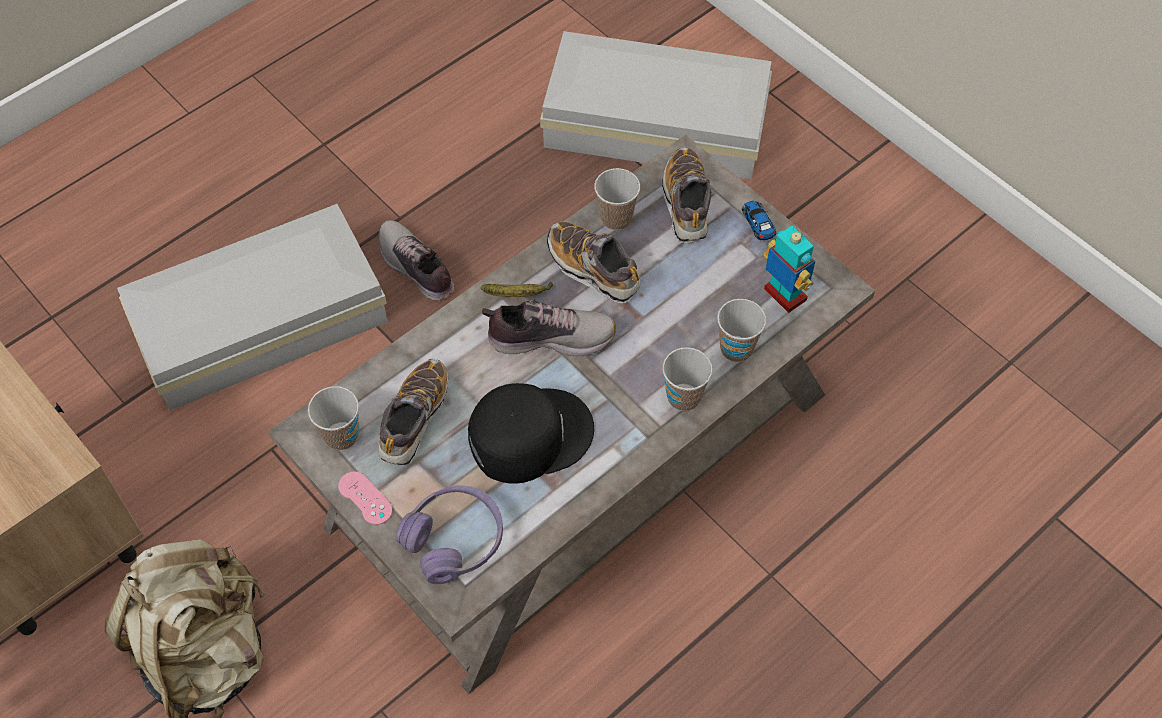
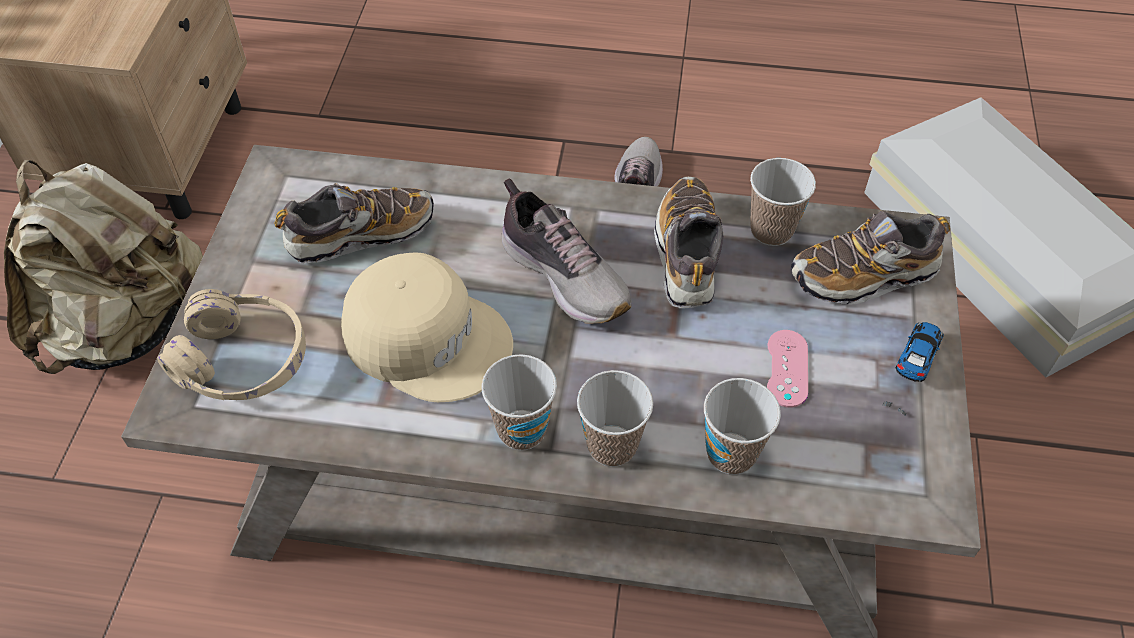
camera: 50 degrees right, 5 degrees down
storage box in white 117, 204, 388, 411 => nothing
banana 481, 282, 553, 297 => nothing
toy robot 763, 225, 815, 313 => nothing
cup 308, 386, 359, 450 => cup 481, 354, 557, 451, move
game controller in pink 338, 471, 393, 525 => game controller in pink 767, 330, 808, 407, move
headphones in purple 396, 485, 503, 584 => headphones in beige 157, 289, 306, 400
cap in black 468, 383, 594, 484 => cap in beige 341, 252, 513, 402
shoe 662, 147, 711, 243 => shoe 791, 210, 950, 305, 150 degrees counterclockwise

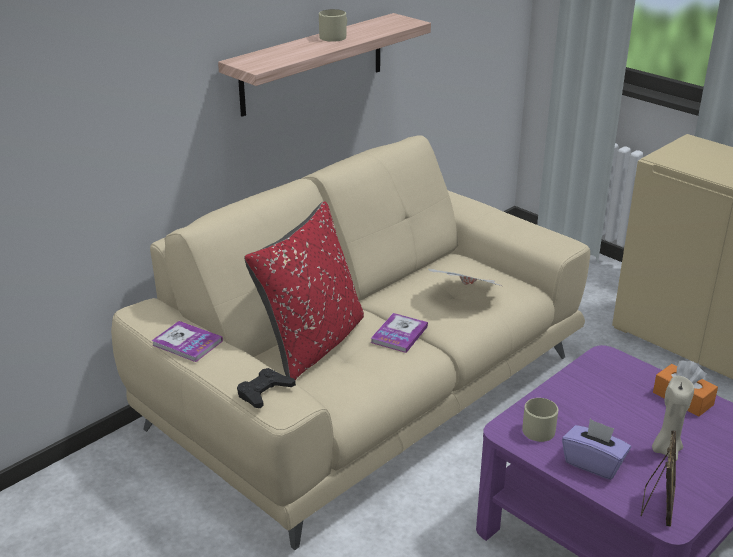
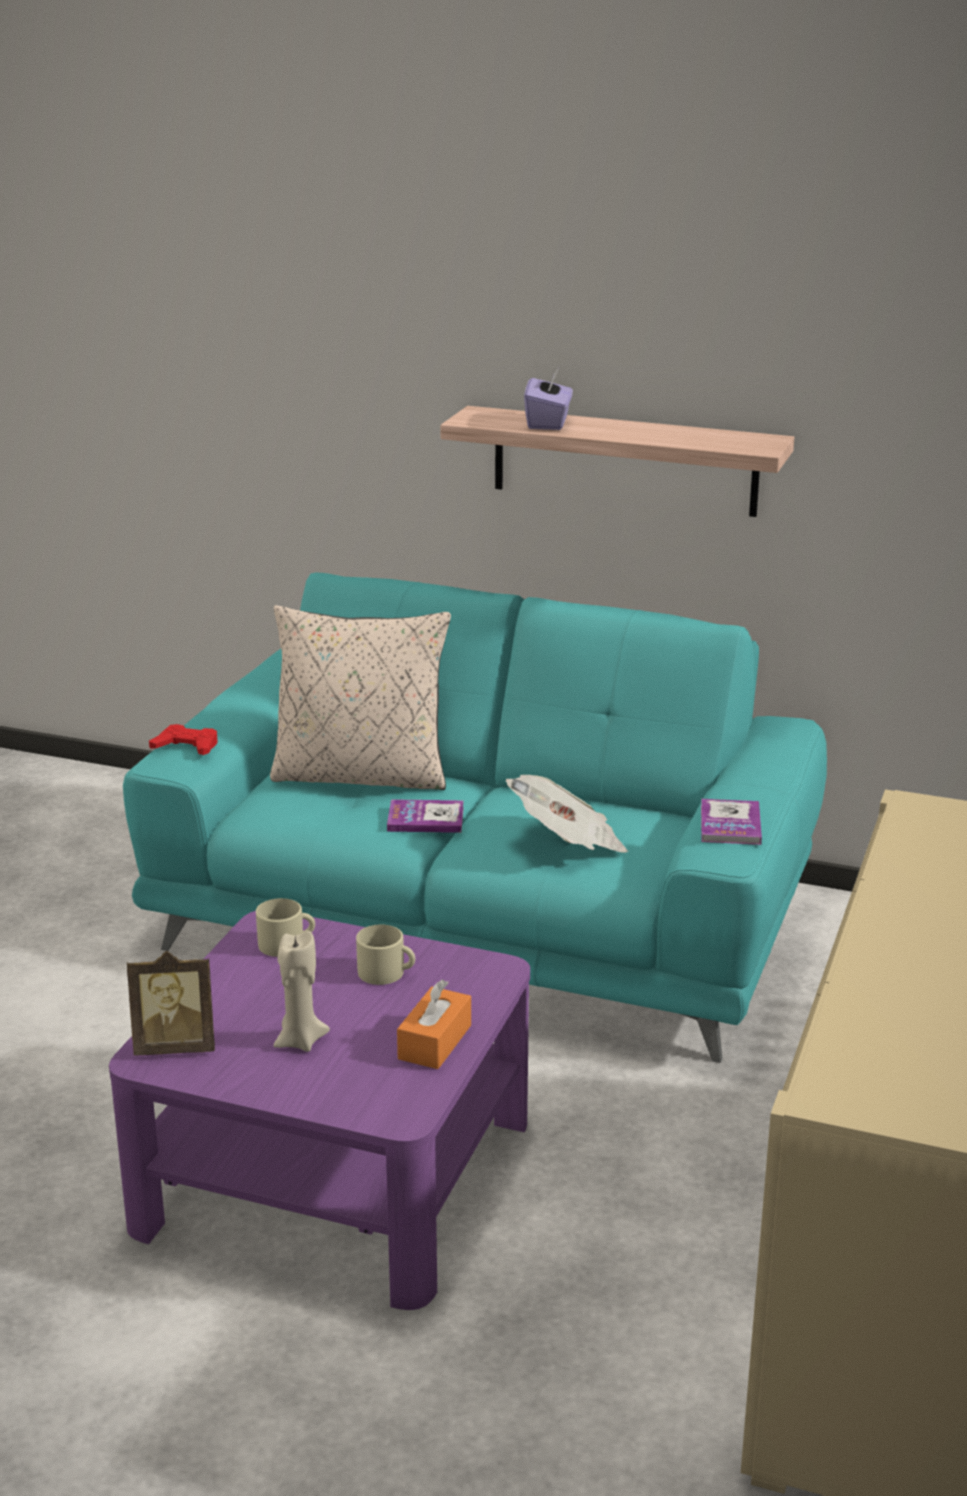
camera: 65 degrees right, 5 degrees down
book 151, 321, 223, 362 => book 701, 799, 762, 845, move
mug in beige 319, 9, 347, 42 => mug in beige 356, 924, 415, 985, move
tissue box in purple 562, 419, 631, 480 => tissue box in purple 524, 368, 573, 430, move
sofa in beige 111, 135, 590, 550 => sofa in turquoise 123, 572, 827, 1063
game controller in black 237, 368, 296, 408 => game controller in red 149, 724, 218, 755
pillow in red 244, 201, 364, 380 => pillow in beige 270, 605, 451, 790

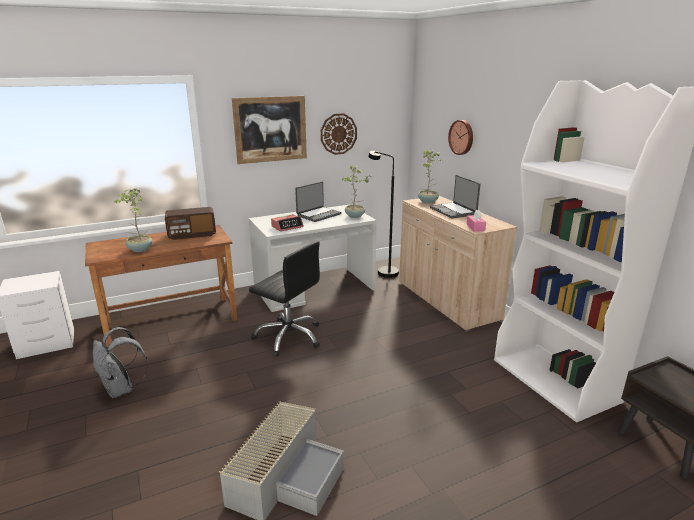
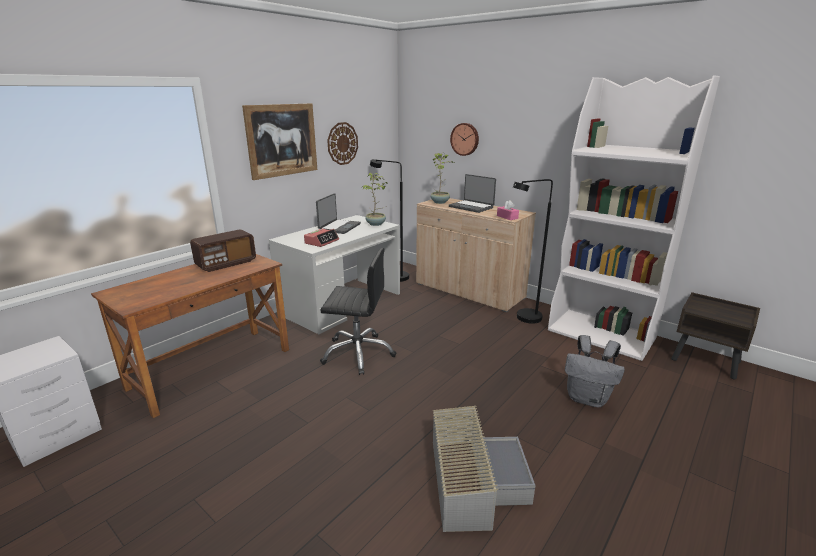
camera: 25 degrees left, 0 degrees up
potted plant 114, 188, 152, 252 => nothing
nothing => floor lamp in black 513, 179, 553, 324
backpack in grey 93, 327, 148, 398 => backpack in grey 565, 335, 625, 407, move

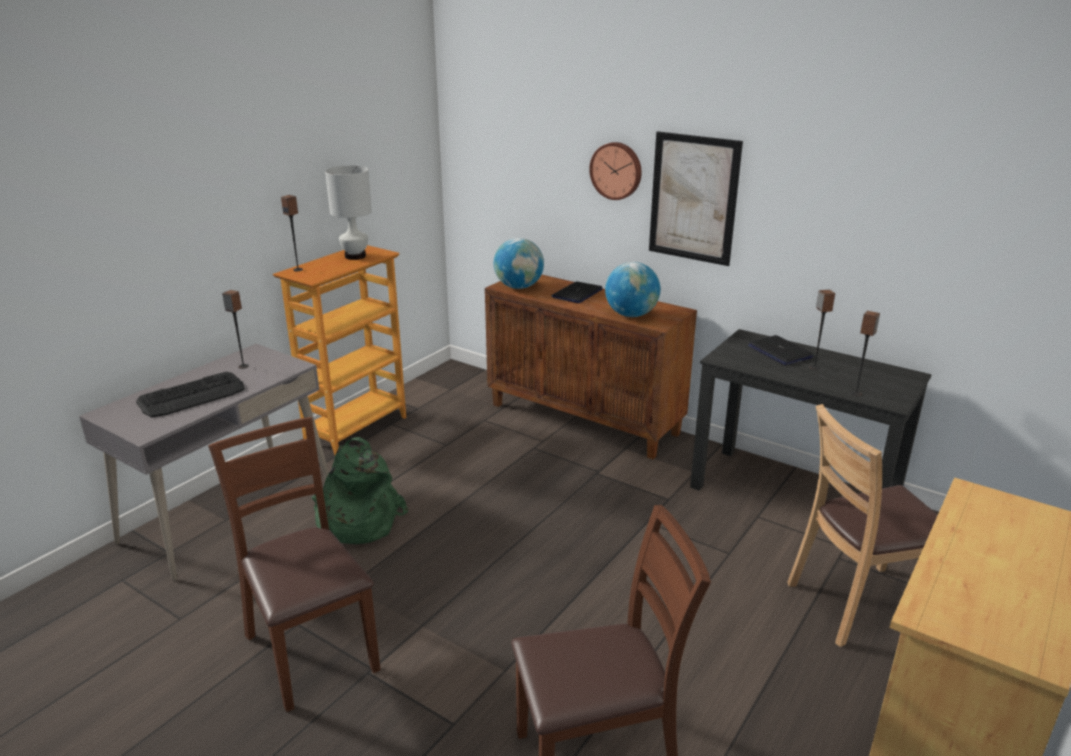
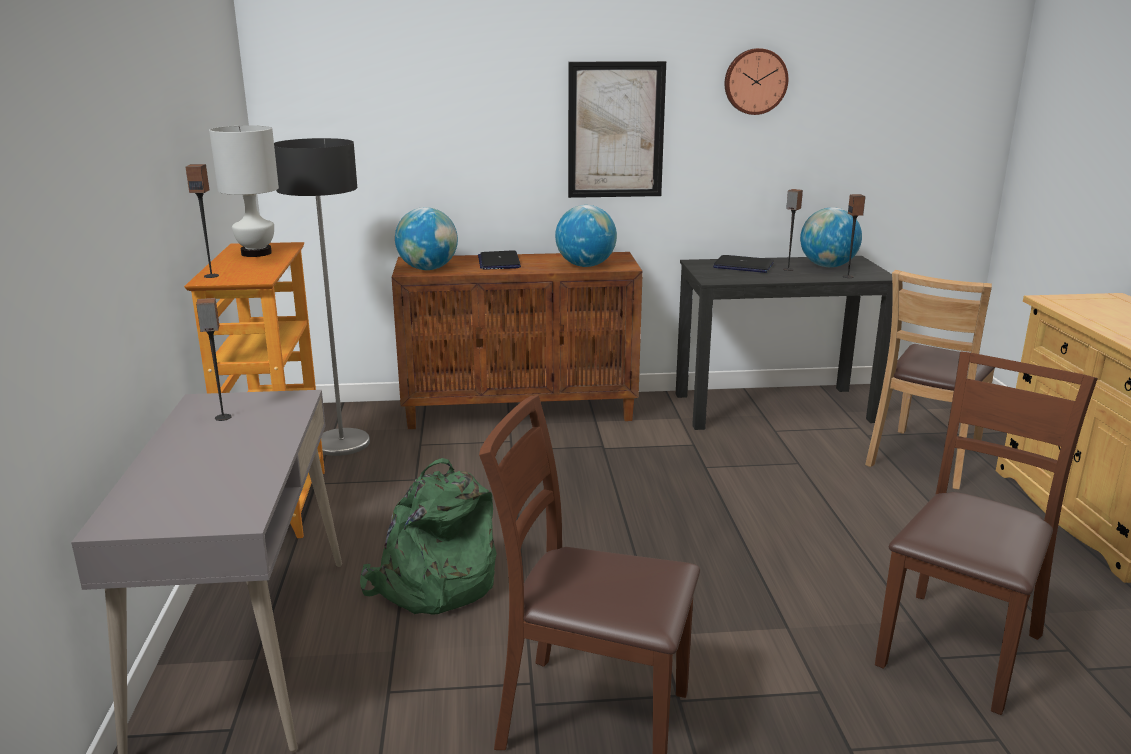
camera: 40 degrees left, 5 degrees down
keyboard 136, 372, 245, 418 => nothing
nothing => floor lamp 274, 138, 370, 456
nothing => globe 800, 207, 862, 267
wall clock 589, 142, 642, 200 => wall clock 725, 48, 788, 115, move

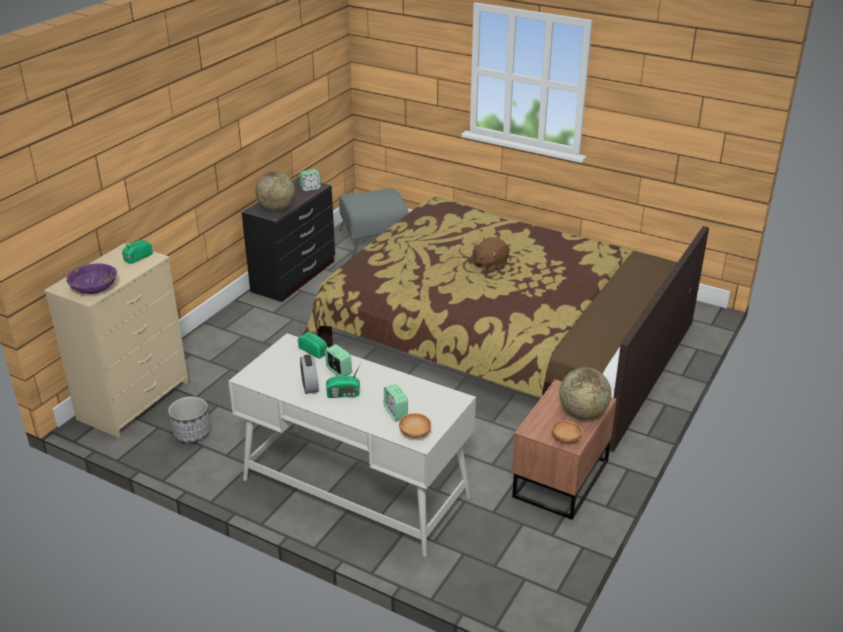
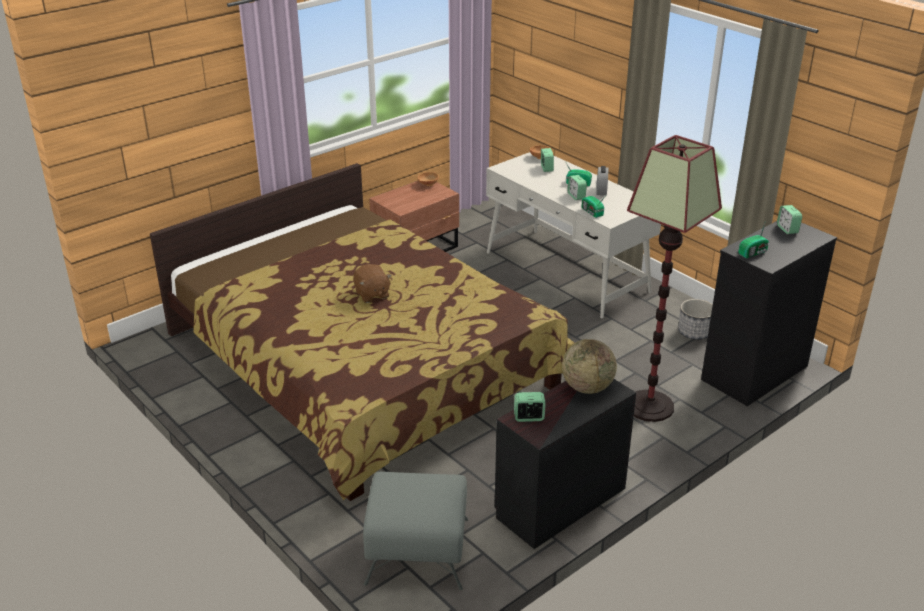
camera: 160 degrees left, 0 degrees up
globe 559, 367, 611, 419 => nothing
nothing => floor lamp 627, 135, 722, 422
bowl in purple 66, 263, 117, 294 => alarm clock 777, 205, 802, 234
dresser in beige 44, 243, 189, 438 => dresser in black 701, 221, 837, 406
plush toy in brown 472, 237, 510, 272 => plush toy in brown 353, 264, 392, 303, 90 degrees clockwise

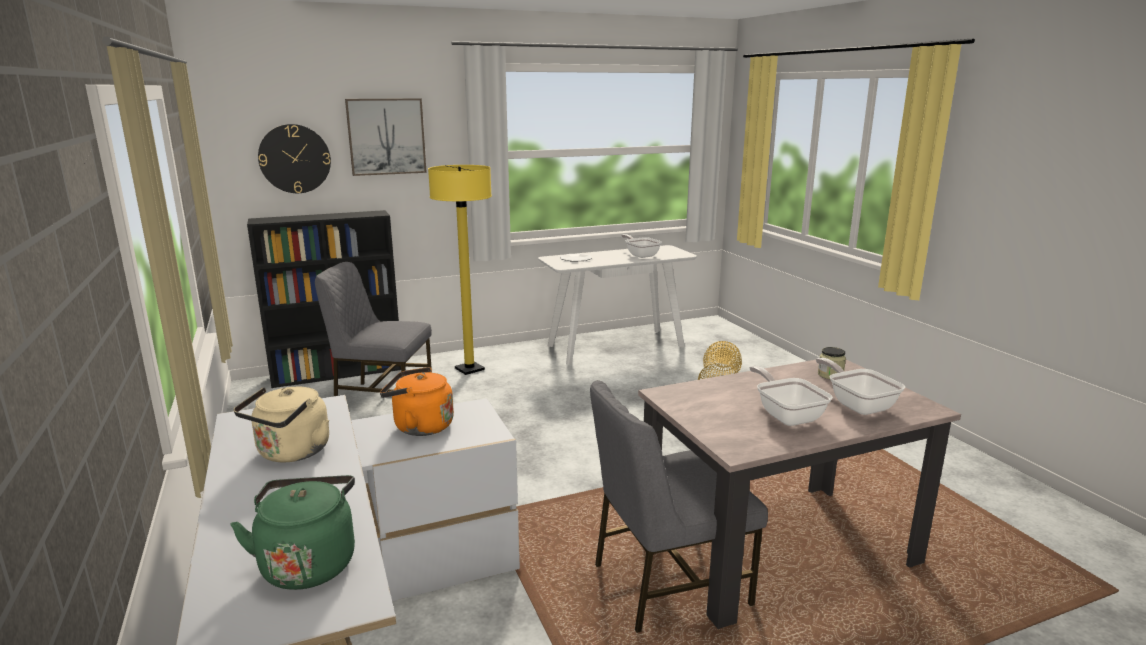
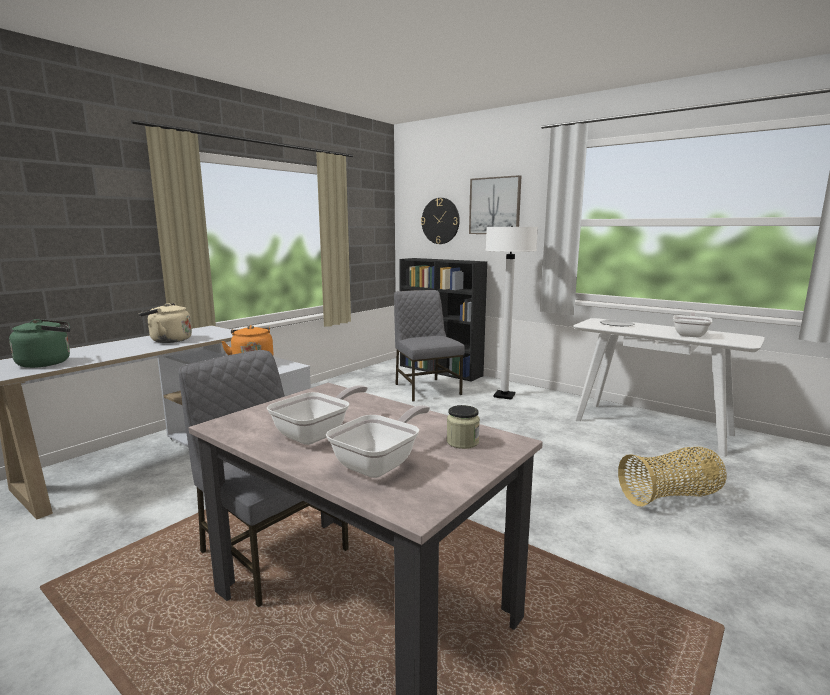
camera: 60 degrees right, 5 degrees down
floor lamp in yellow 428, 165, 492, 375 => floor lamp in white 485, 226, 538, 400

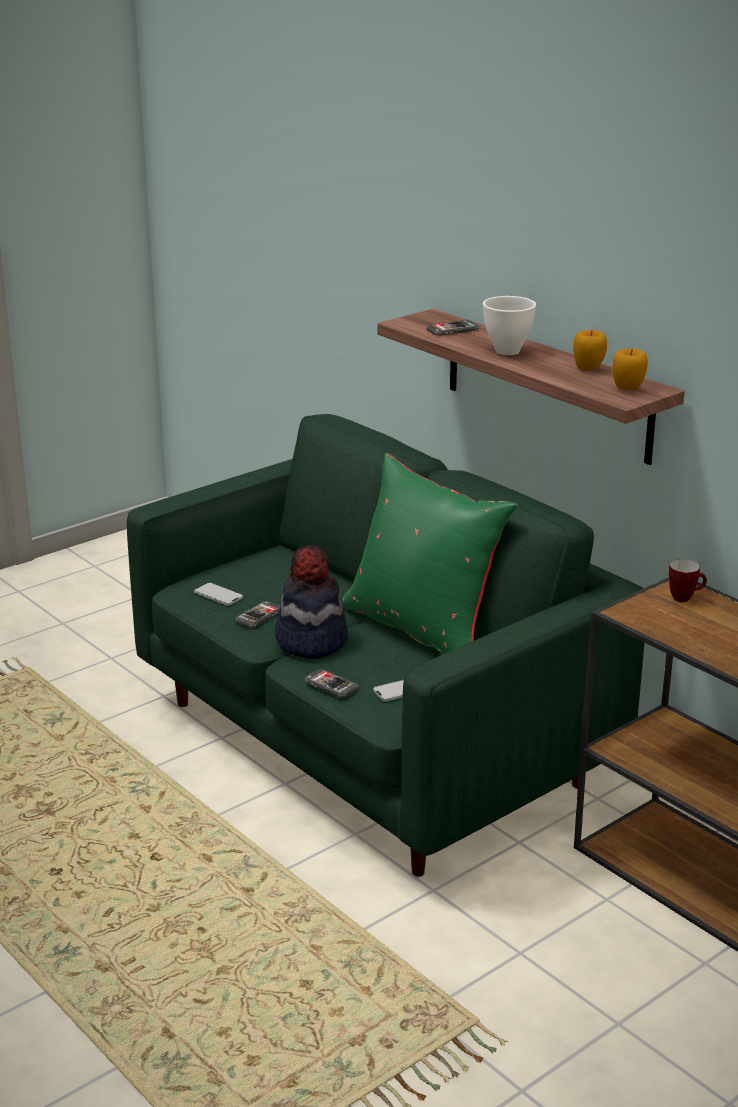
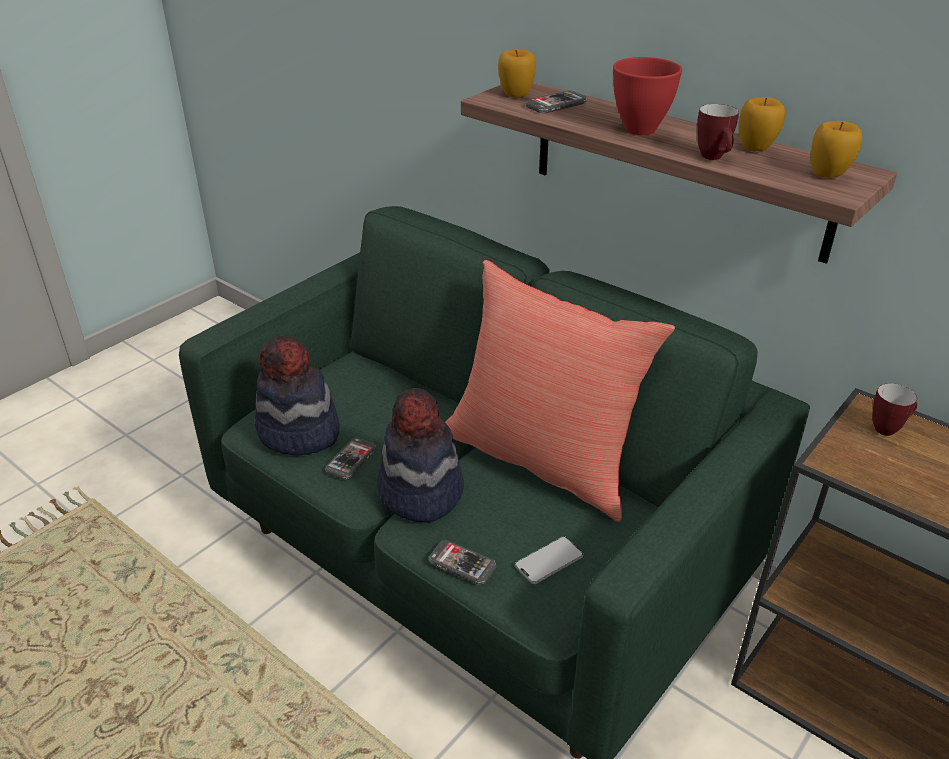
camera: 10 degrees left, 10 degrees up
nothing => apple 498, 50, 536, 98
nothing => mug 697, 104, 739, 160
phone 194, 582, 243, 606 => hat 254, 336, 340, 455
pillow in green 342, 453, 518, 654 => pillow in red 445, 260, 675, 522
bowl in white 483, 296, 536, 355 => bowl in red 613, 57, 682, 135

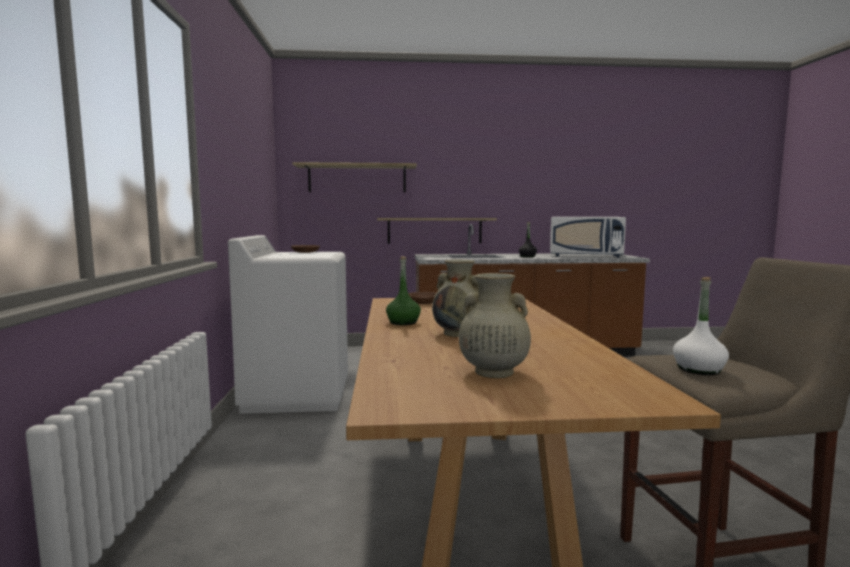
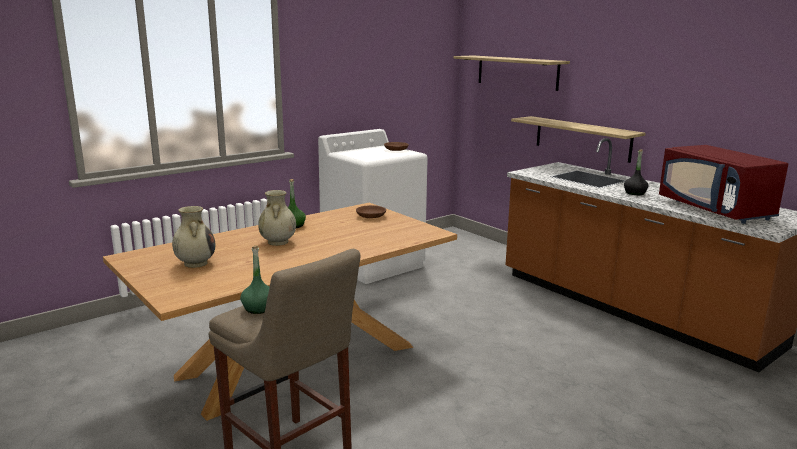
camera: 55 degrees right, 10 degrees up
microwave in white 550, 217, 626, 258 => microwave in red 659, 145, 788, 224
bottle in white 673, 277, 729, 375 => bottle in green 240, 246, 270, 314

